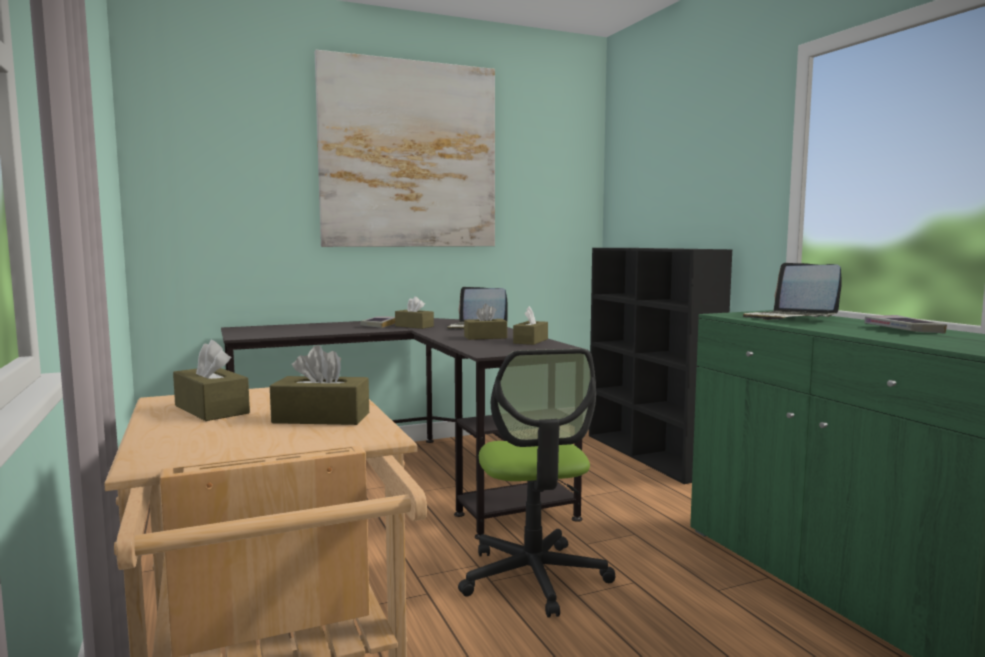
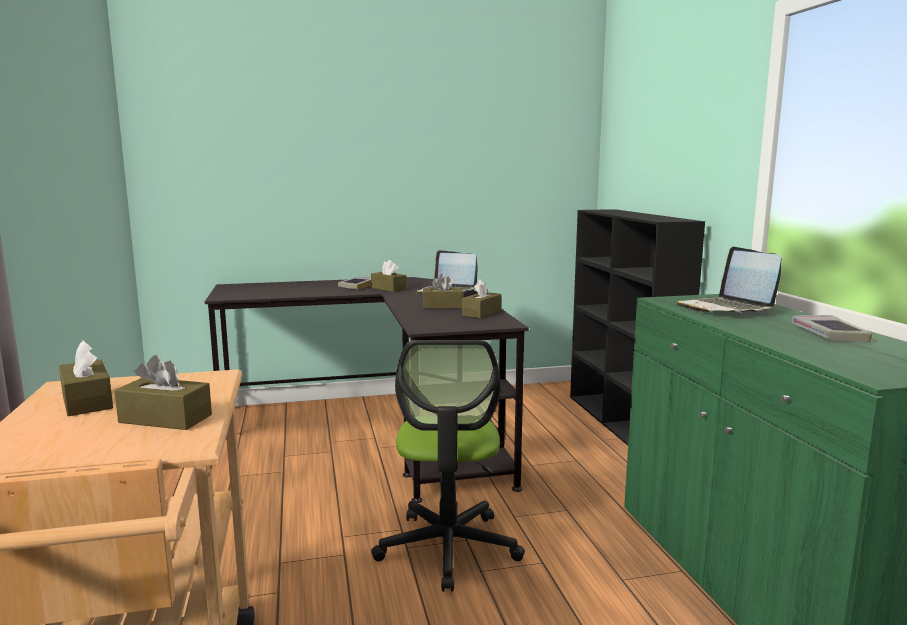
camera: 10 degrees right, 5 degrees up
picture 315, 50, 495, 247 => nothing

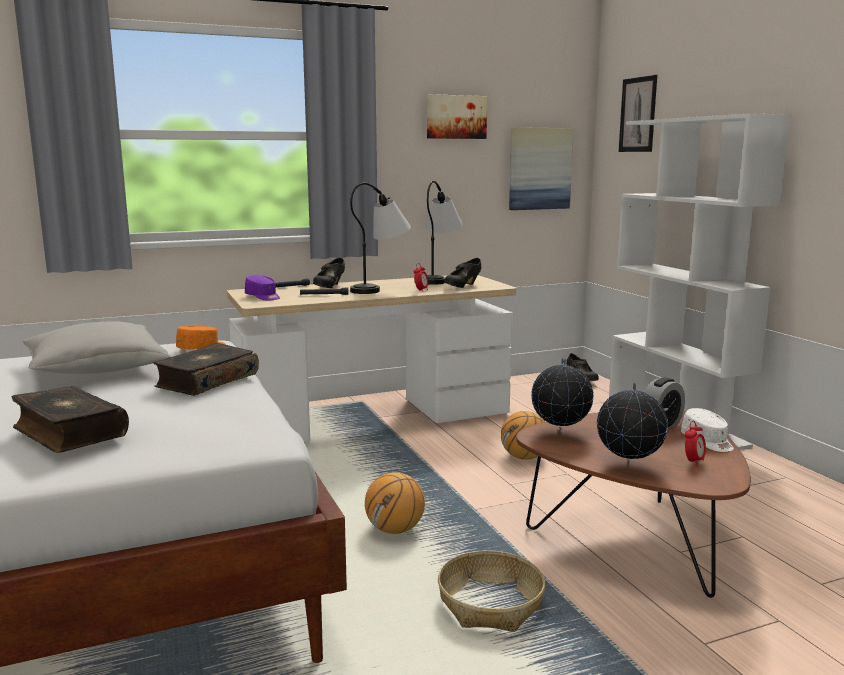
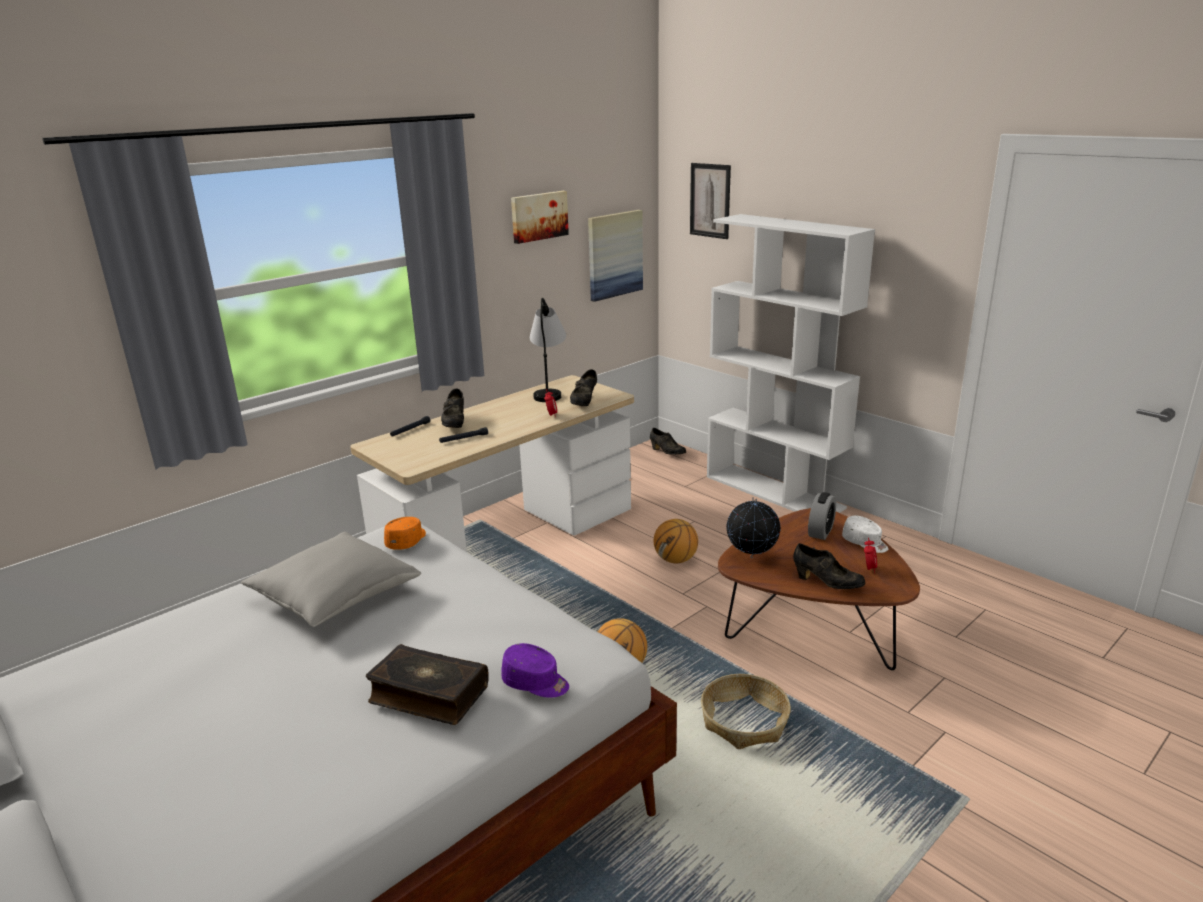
camera: 20 degrees left, 10 degrees up
book 153, 343, 259, 396 => nothing
table lamp 350, 183, 411, 294 => nothing
cap in purple 245, 275, 280, 301 => cap in purple 501, 643, 569, 698, move
globe 597, 383, 668, 466 => shoe in black 793, 543, 866, 589

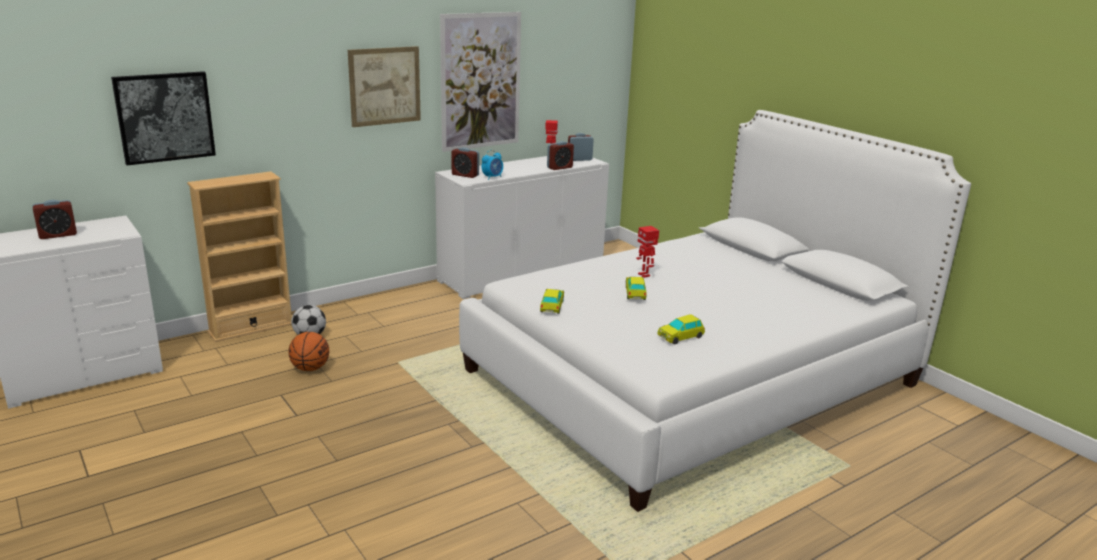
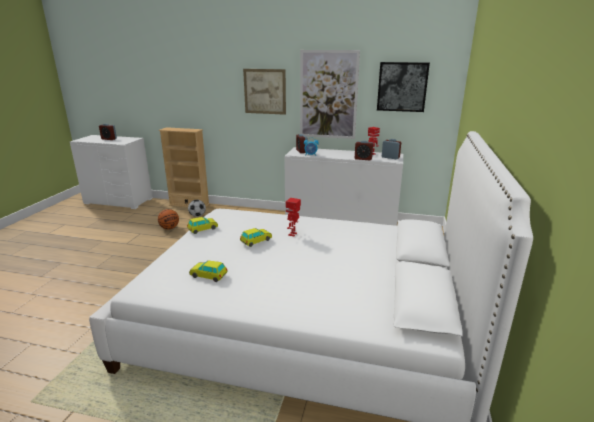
camera: 50 degrees right, 0 degrees up
picture 111, 71, 216, 165 => picture 377, 62, 430, 112, move

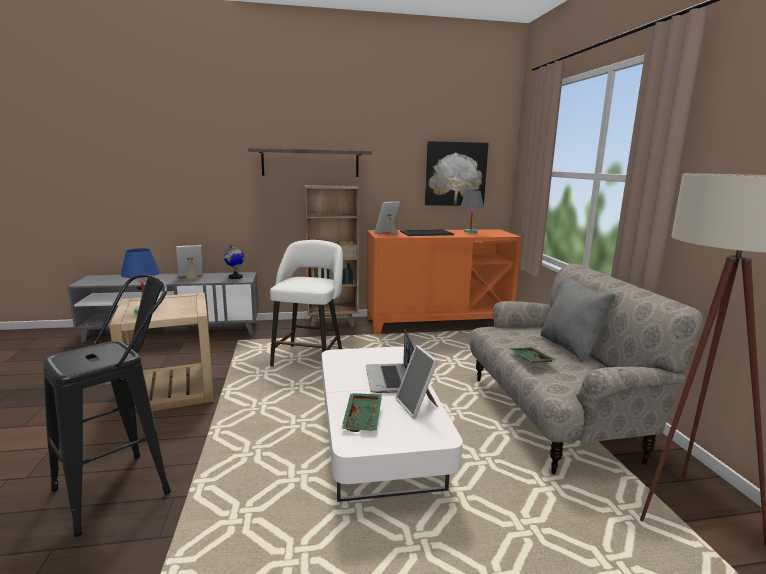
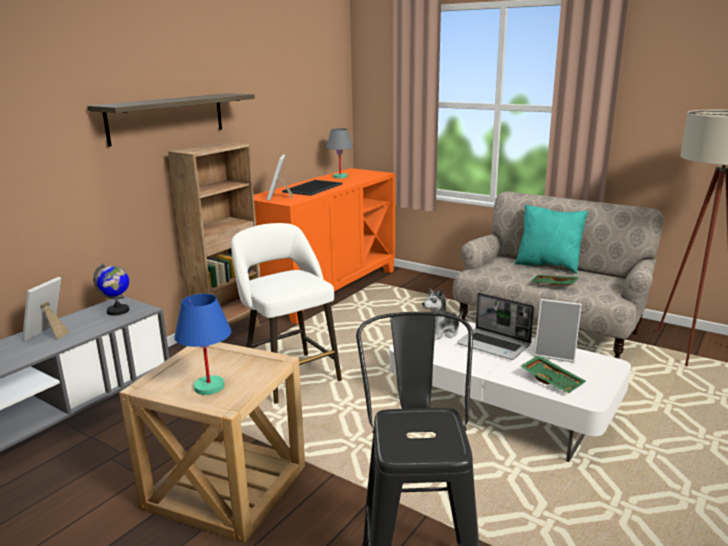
camera: 45 degrees left, 5 degrees up
picture 425, 141, 488, 205 => nothing
nothing => plush toy 422, 288, 463, 340
pillow in grey 541, 276, 615, 362 => pillow in turquoise 515, 204, 588, 274

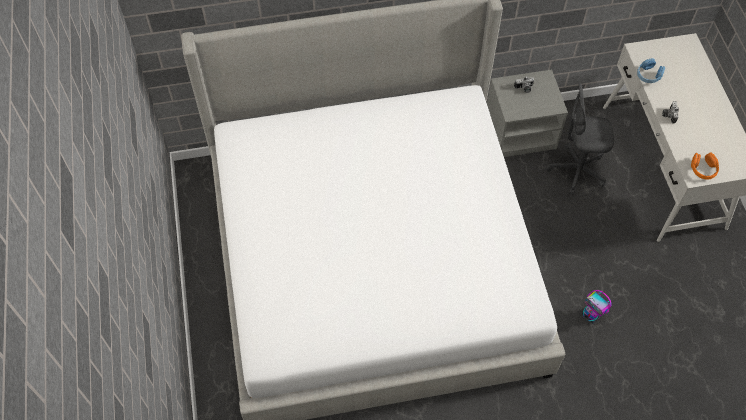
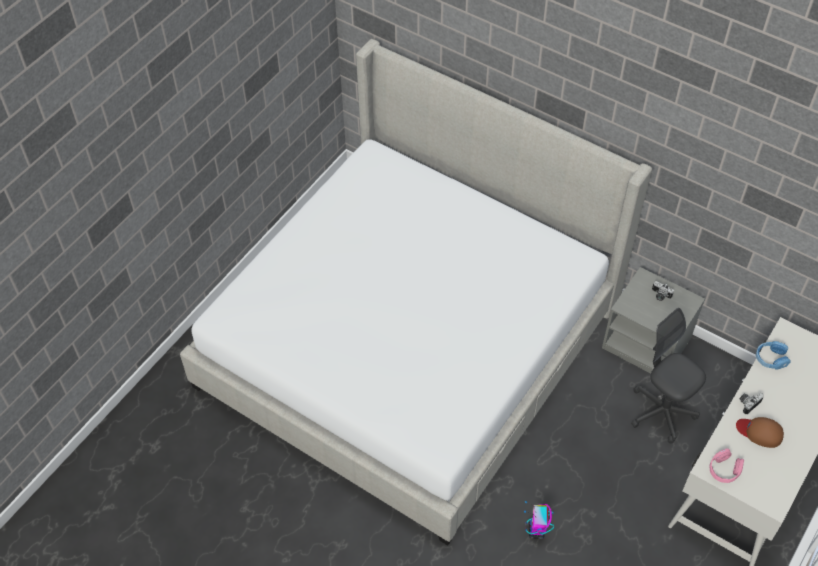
camera: 45 degrees right, 5 degrees down
nothing => cap in brown 736, 417, 784, 448
headphones in orange 691, 152, 719, 179 => headphones in pink 709, 449, 744, 483

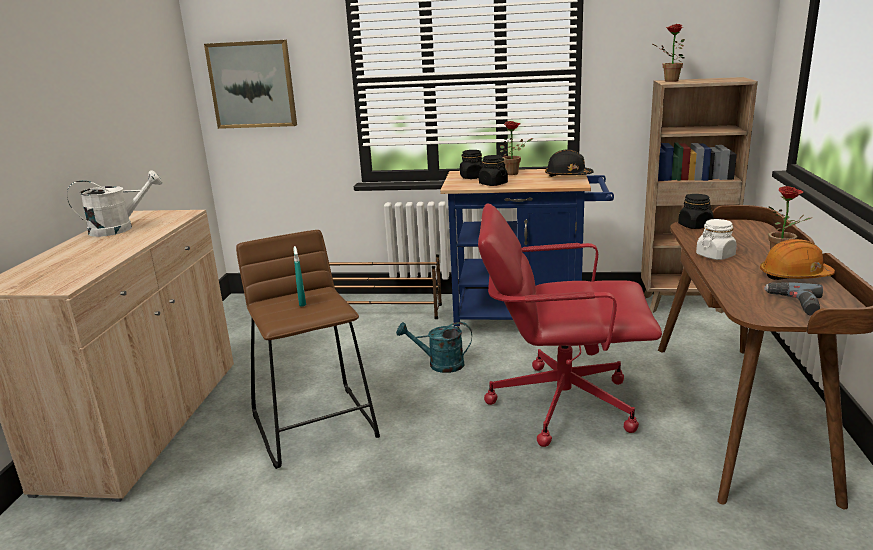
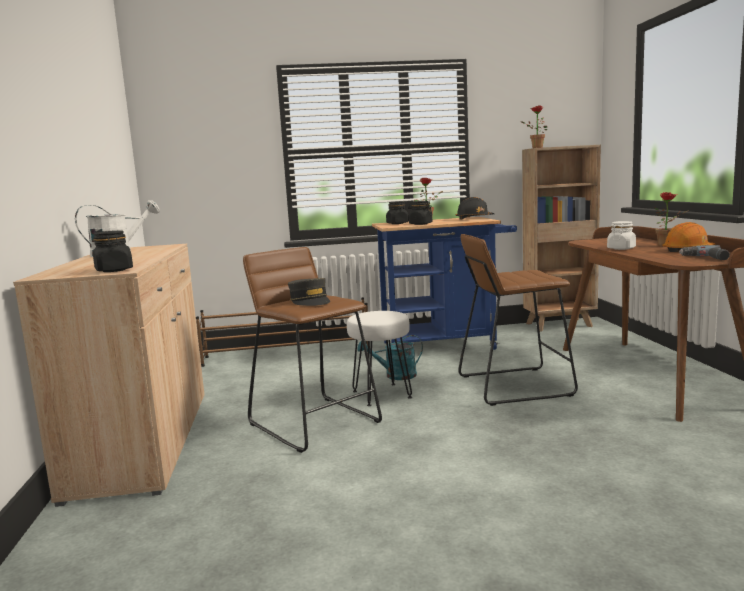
camera: 15 degrees left, 10 degrees down
picture 204, 40, 297, 129 => nothing
nothing => stool in white 347, 311, 412, 406
jar in black 678, 194, 713, 229 => jar in black 93, 231, 133, 272, move
spray bottle in turquoise 293, 246, 306, 307 => cap in grey 288, 278, 330, 306
office chair in red 478, 203, 662, 447 => stool in brown 459, 234, 578, 406

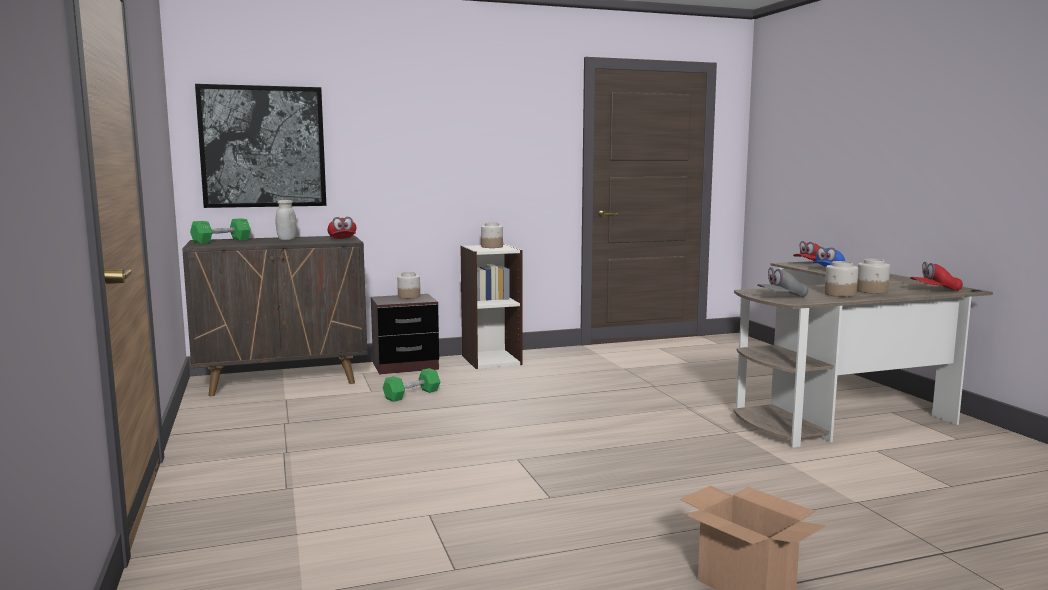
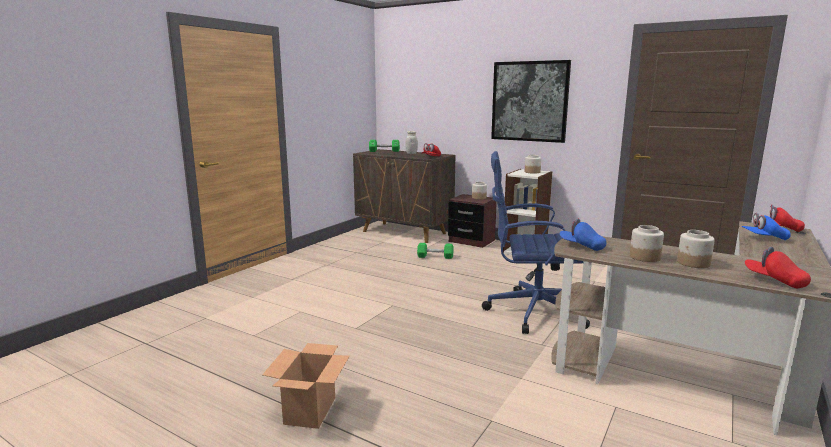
camera: 50 degrees right, 5 degrees up
nothing => office chair in blue 482, 151, 590, 334
picture 195, 84, 326, 208 => picture 491, 60, 571, 143, move
cap in grey 757, 267, 808, 297 => cap in blue 560, 219, 606, 251

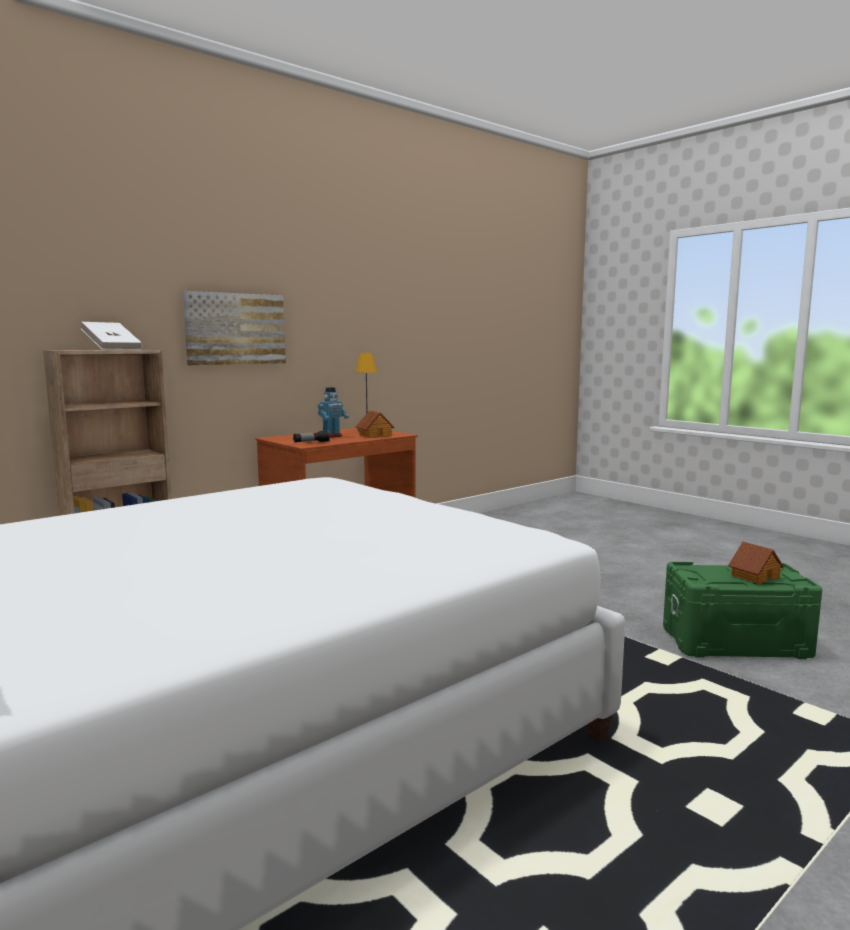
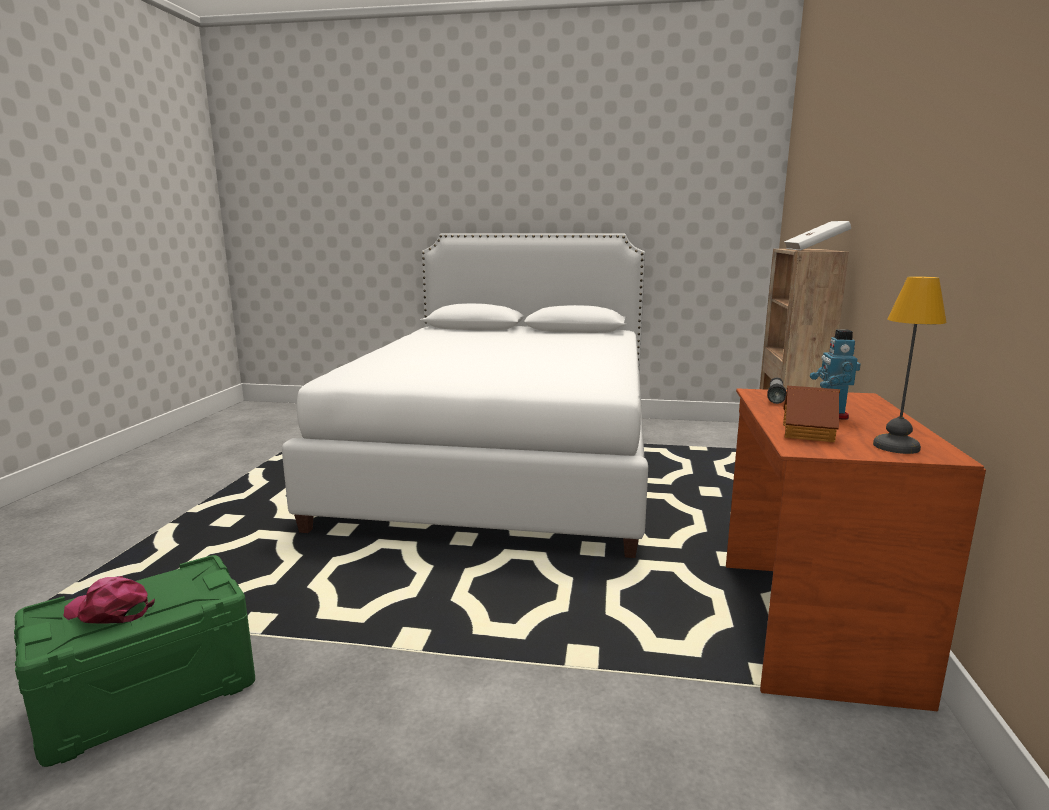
camera: 140 degrees right, 5 degrees up
picture 183, 291, 286, 366 => nothing
toy house 728, 541, 784, 584 => cap in pink 63, 576, 155, 624

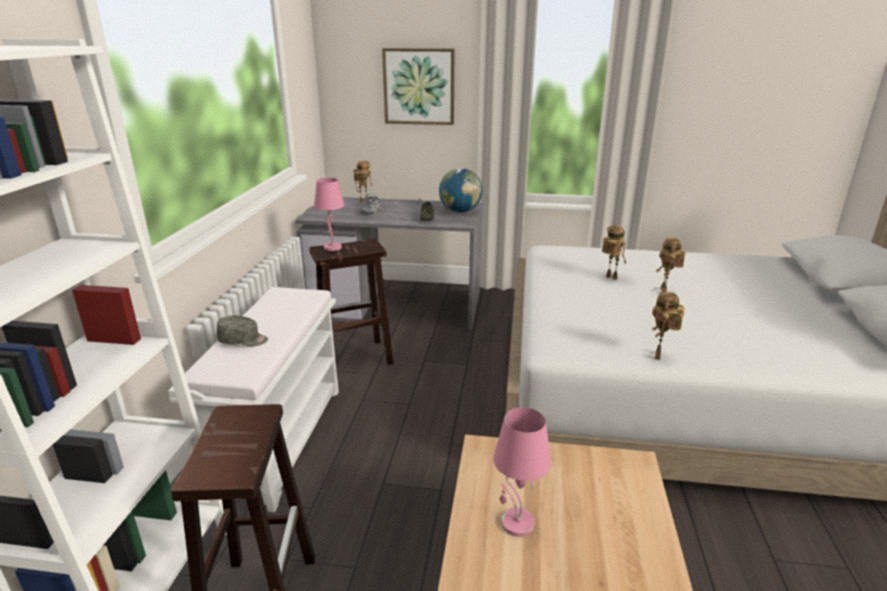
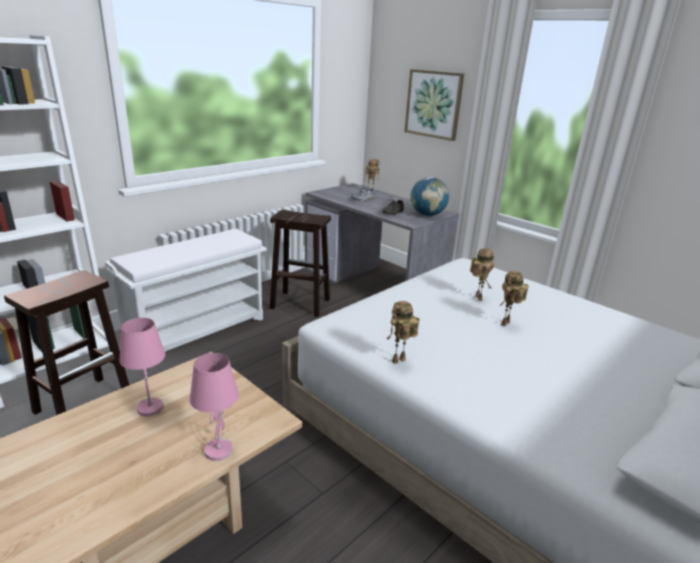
camera: 35 degrees right, 0 degrees up
cap in grey 217, 315, 268, 346 => nothing
table lamp in pink 314, 178, 344, 251 => table lamp in pink 190, 353, 239, 461, move

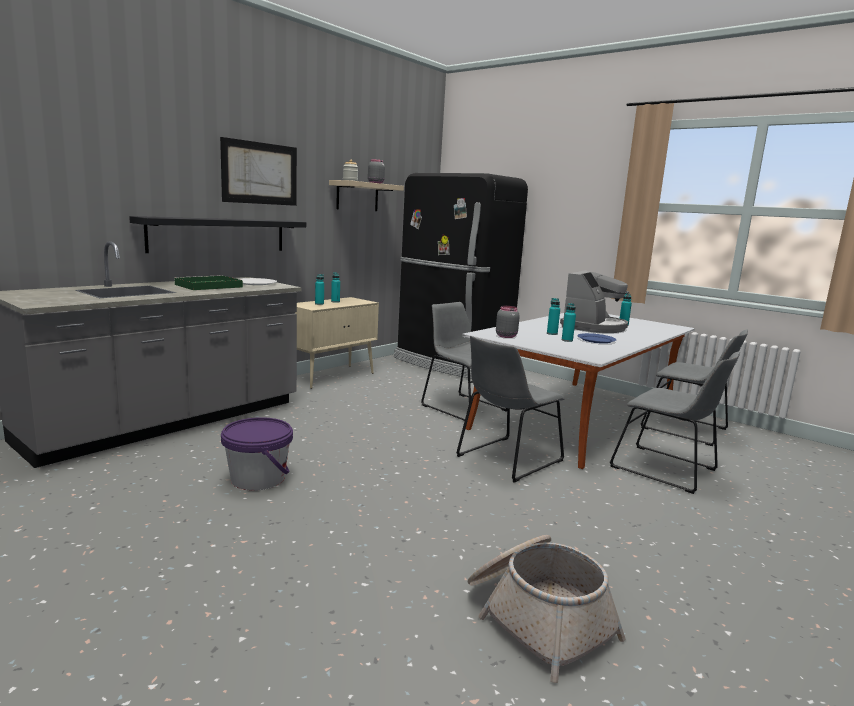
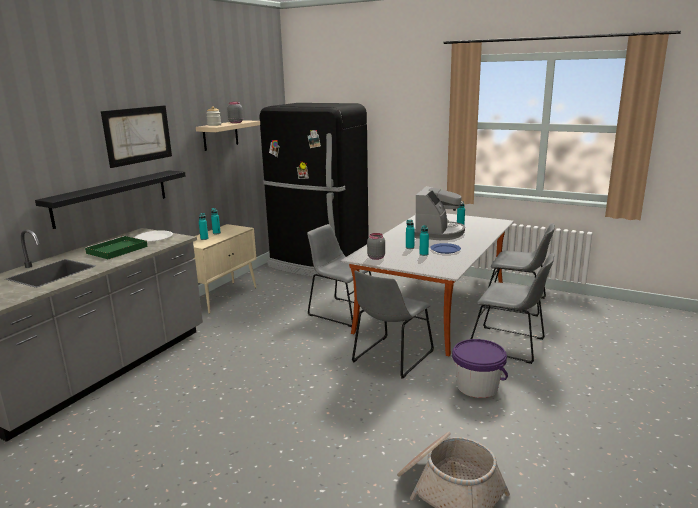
camera: 10 degrees left, 5 degrees up
bucket in purple 221, 417, 293, 491 => bucket in purple 452, 339, 508, 398, move

